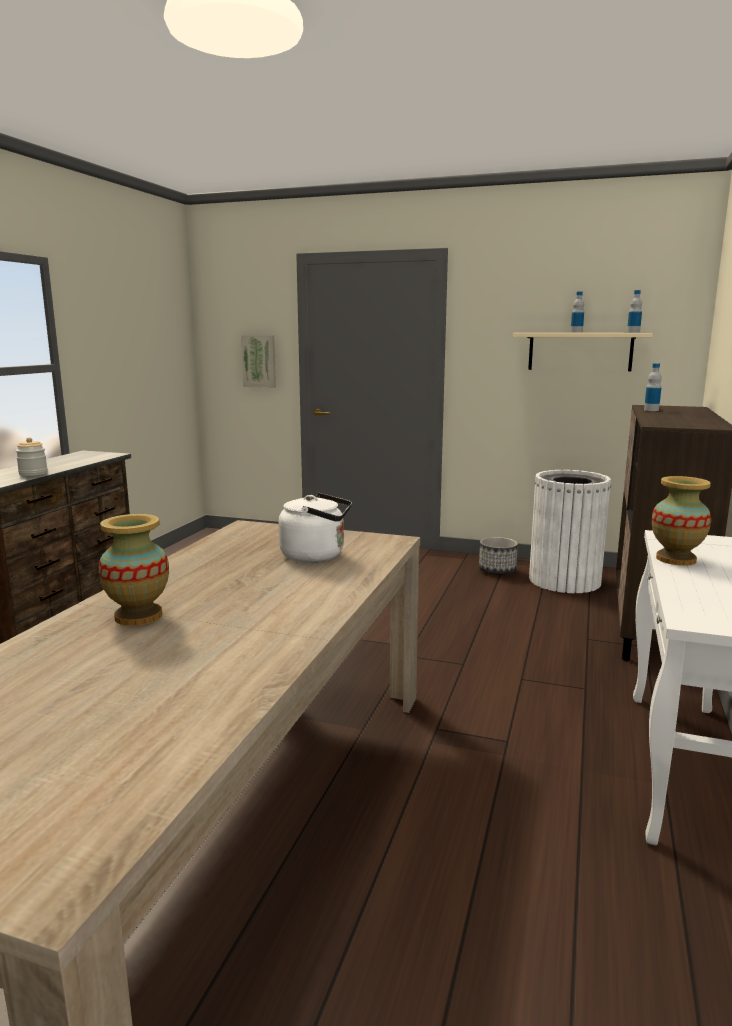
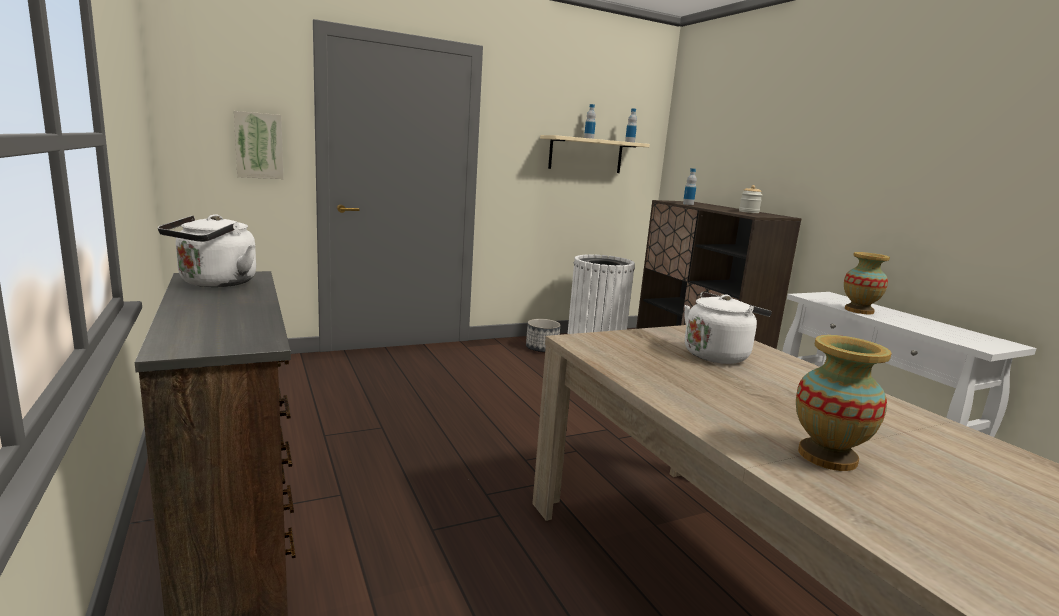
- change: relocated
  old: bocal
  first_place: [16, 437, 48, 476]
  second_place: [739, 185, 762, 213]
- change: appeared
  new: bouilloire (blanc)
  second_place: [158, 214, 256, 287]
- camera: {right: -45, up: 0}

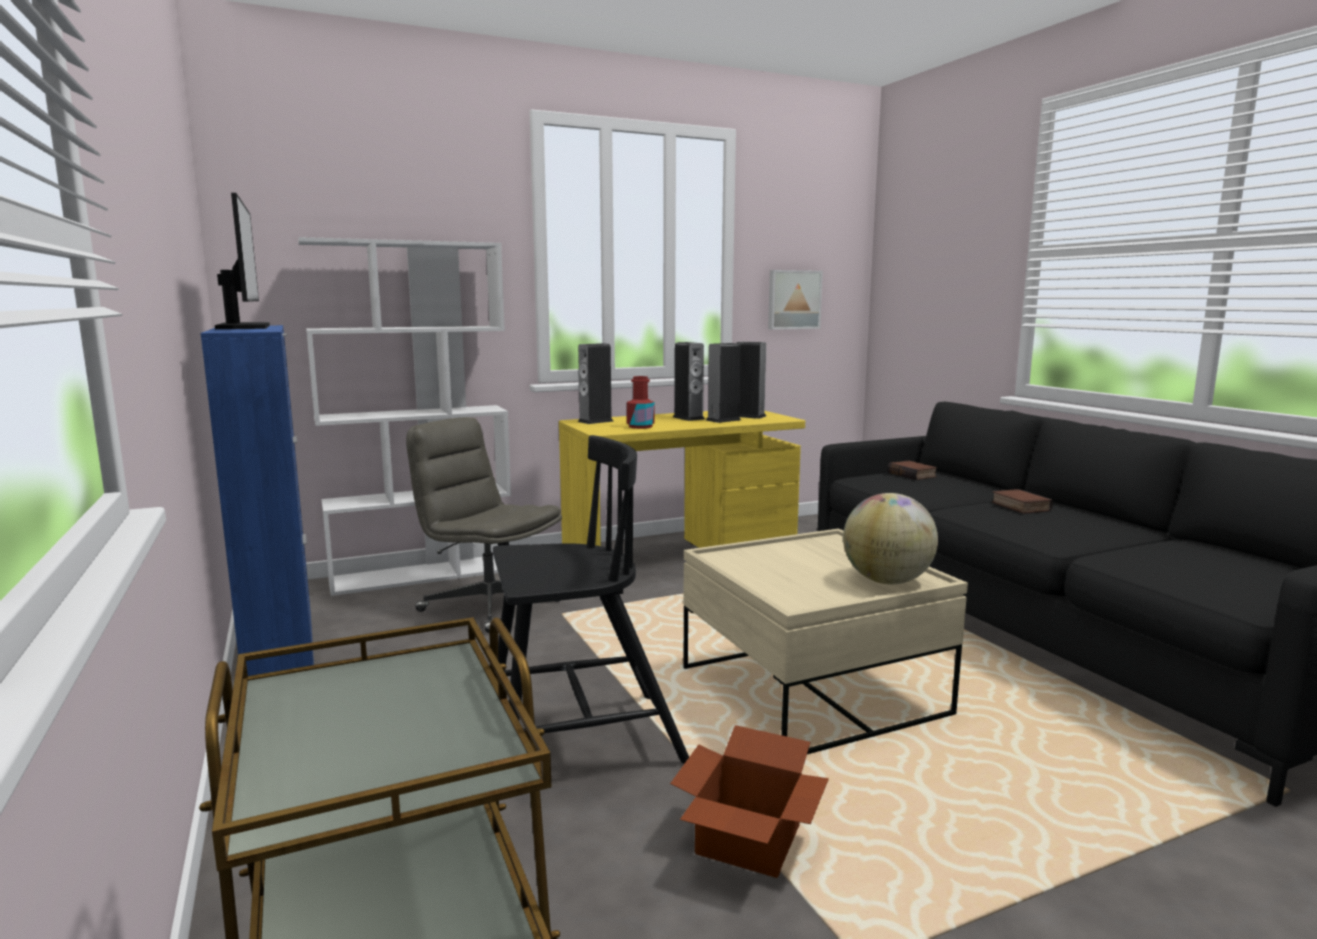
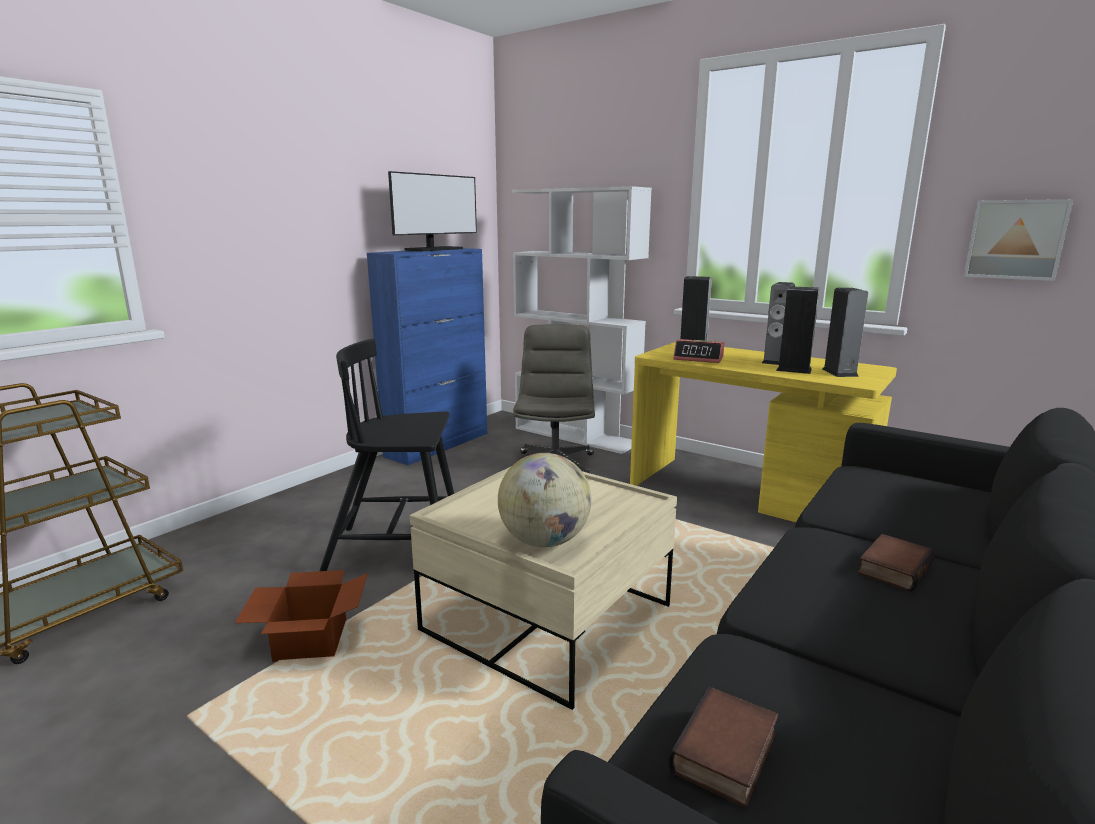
- change: spun
  old: chaise (noir)
  first_place: [493, 435, 689, 764]
  second_place: [319, 339, 454, 571]
  degrees: 135
- change: exchanged
  old: bouteille (rouge)
  new: réveil
  first_place: [627, 376, 655, 429]
  second_place: [673, 339, 724, 363]
- change: relocated
  old: livre
  first_place: [887, 461, 937, 480]
  second_place: [668, 687, 778, 808]
- camera: {right: 60, up: 5}

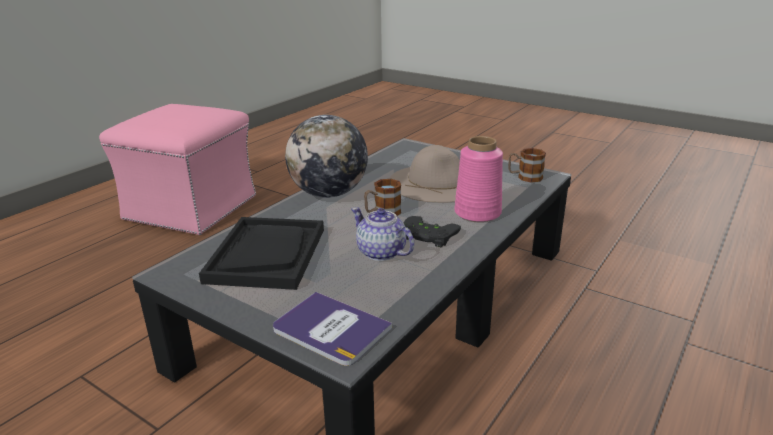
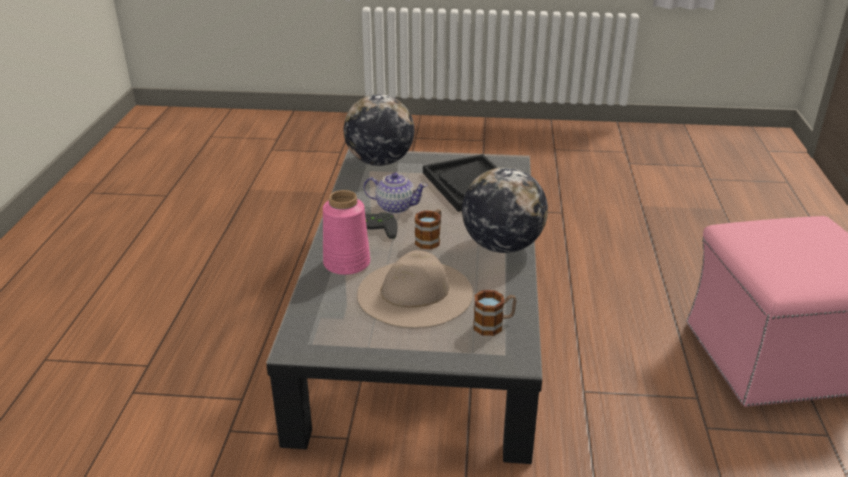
- change: exchanged
  old: livre
  new: globe
  first_place: [273, 292, 392, 366]
  second_place: [344, 94, 414, 166]
- change: relocated
  old: mug
  first_place: [509, 148, 546, 183]
  second_place: [473, 290, 516, 336]
- camera: {right: 150, up: 5}

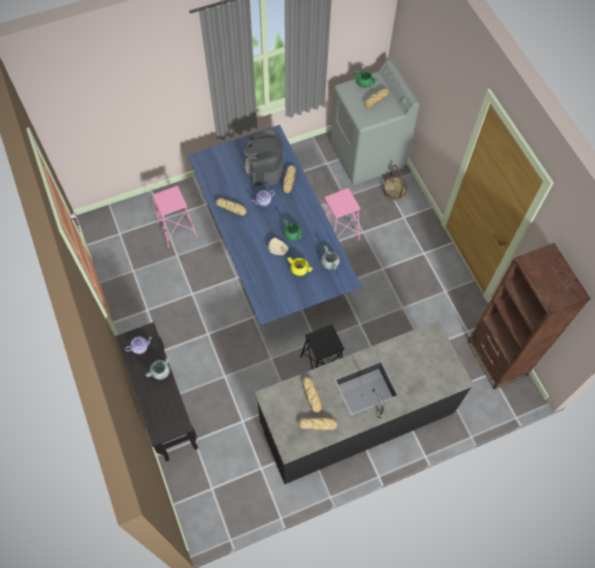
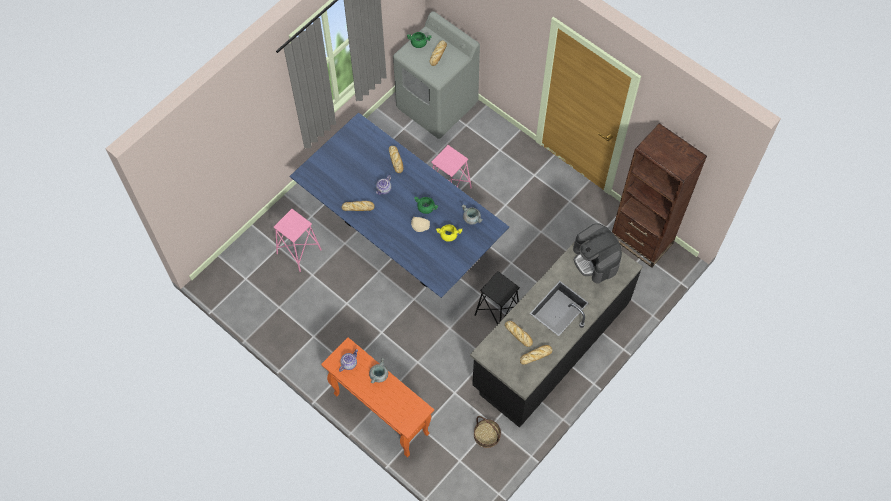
- change: colour
  old: table console (noir)
  new: table console (orange)
  first_place: [115, 322, 198, 461]
  second_place: [321, 337, 434, 458]
- change: relocated
  old: machine à café
  first_place: [244, 129, 283, 185]
  second_place: [573, 223, 622, 284]
- change: relocated
  old: panier
  first_place: [383, 165, 407, 201]
  second_place: [474, 416, 501, 448]
- camera: {right: -25, up: 0}

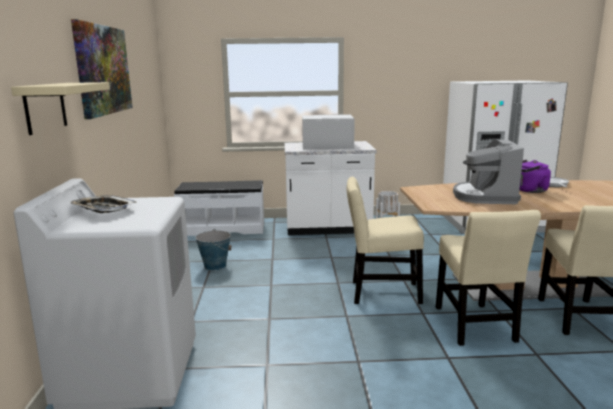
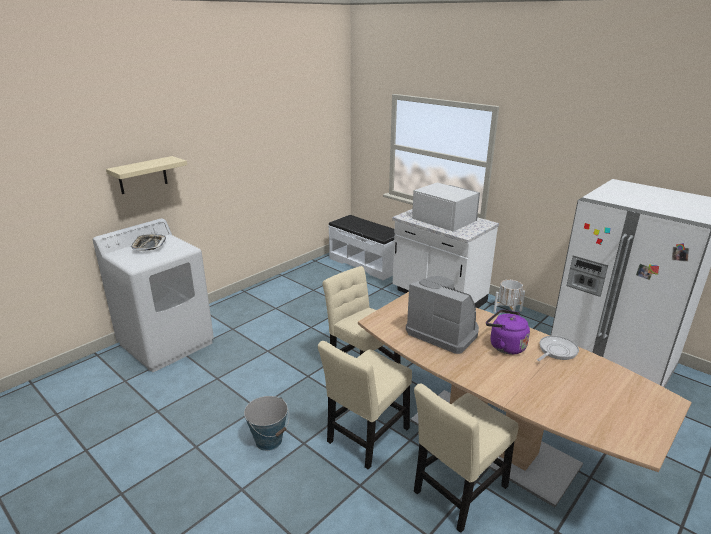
- change: missing
  old: tableau
  first_place: [71, 19, 133, 119]
- change: relocated
  old: seau
  first_place: [195, 229, 232, 271]
  second_place: [244, 396, 289, 451]
- change: spun
  old: machine à café
  first_place: [453, 139, 524, 204]
  second_place: [406, 276, 479, 354]
  degrees: 75
- camera: {right: 45, up: 10}

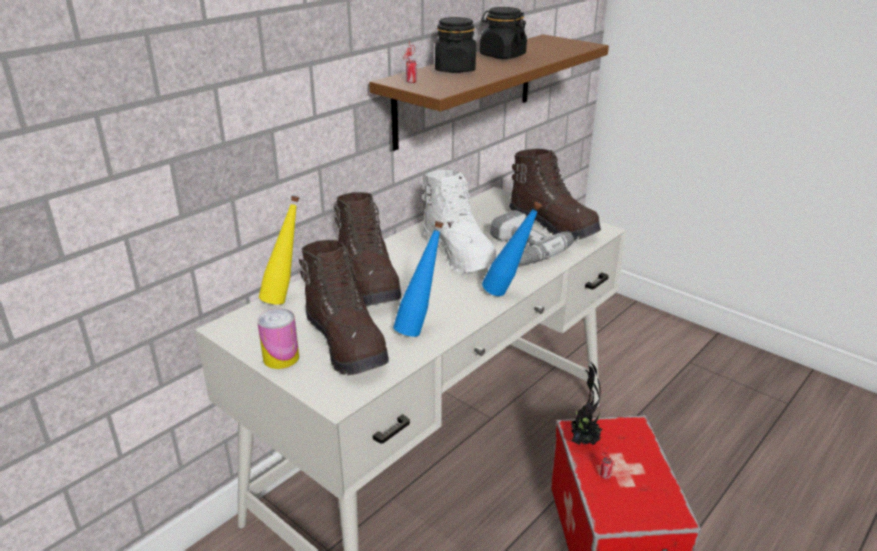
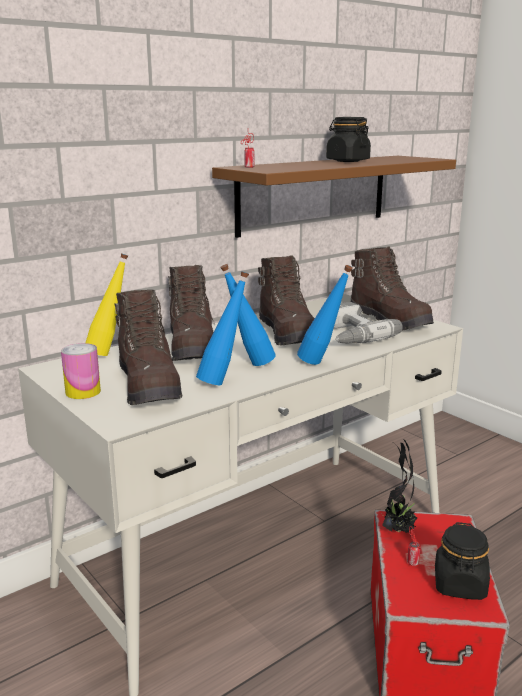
- change: colour
  old: botte (blanc)
  new: botte (marron)
  first_place: [422, 170, 496, 273]
  second_place: [258, 255, 315, 346]
- change: relocated
  old: bocal (noir)
  first_place: [435, 17, 476, 73]
  second_place: [435, 522, 490, 600]
- change: appeared
  new: bouteille (bleu)
  second_place: [220, 264, 276, 366]
- camera: {right: 10, up: -10}

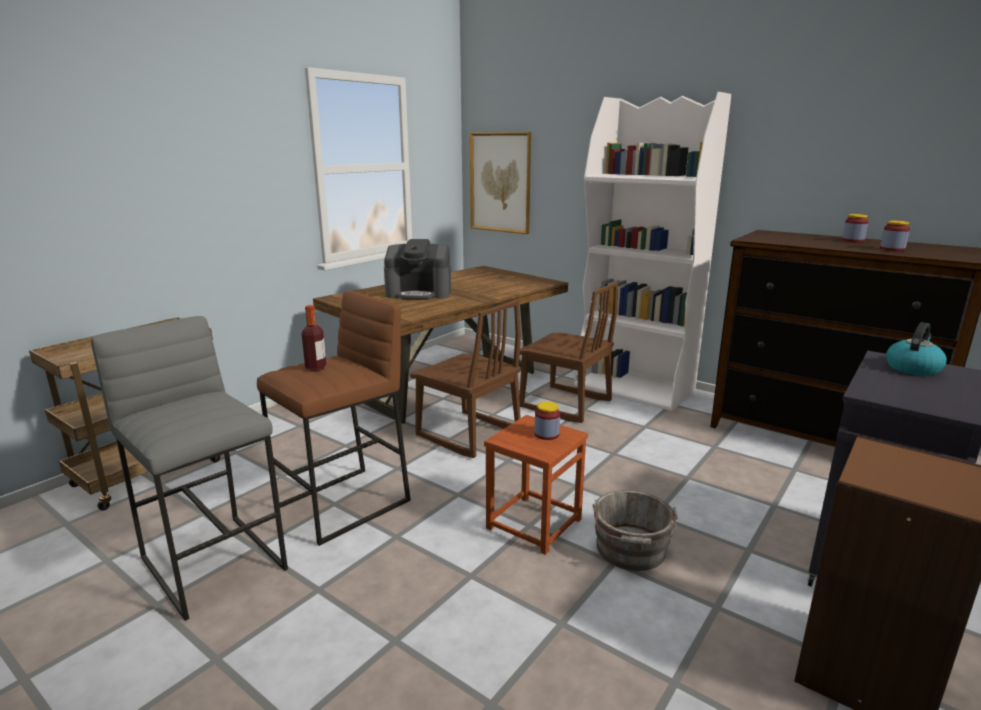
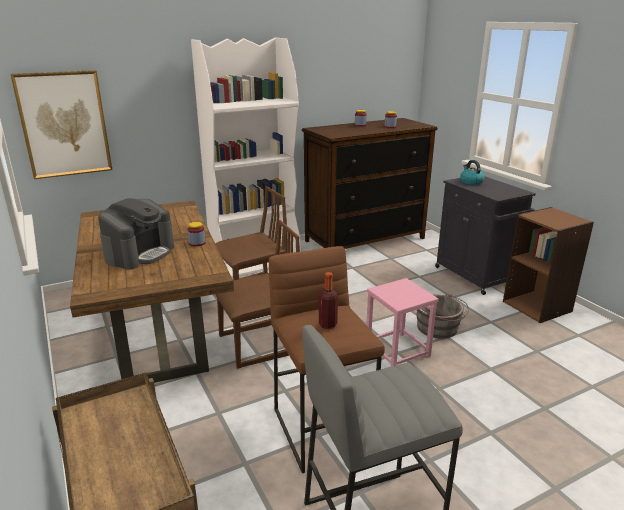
- change: colour
  old: tabouret (marron)
  new: tabouret (rose)
  first_place: [484, 415, 588, 555]
  second_place: [366, 278, 439, 367]
- change: relocated
  old: bocal
  first_place: [534, 402, 560, 440]
  second_place: [187, 222, 206, 247]
- camera: {right: -65, up: 5}

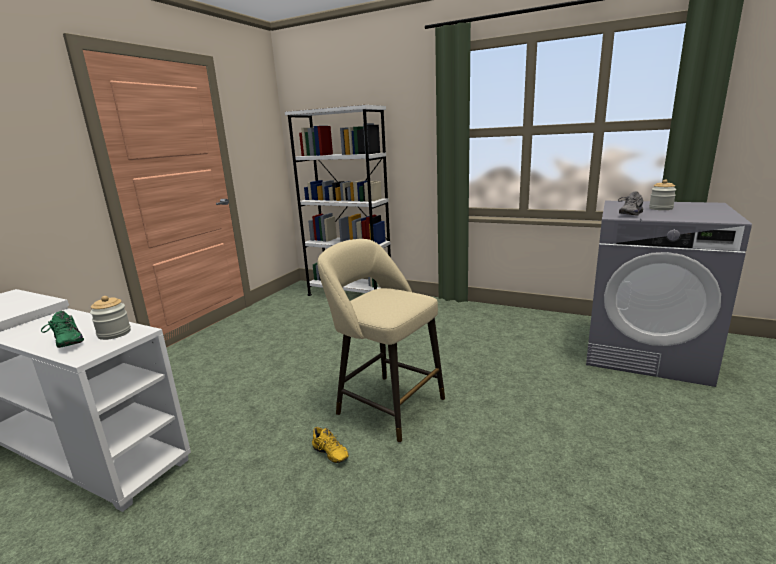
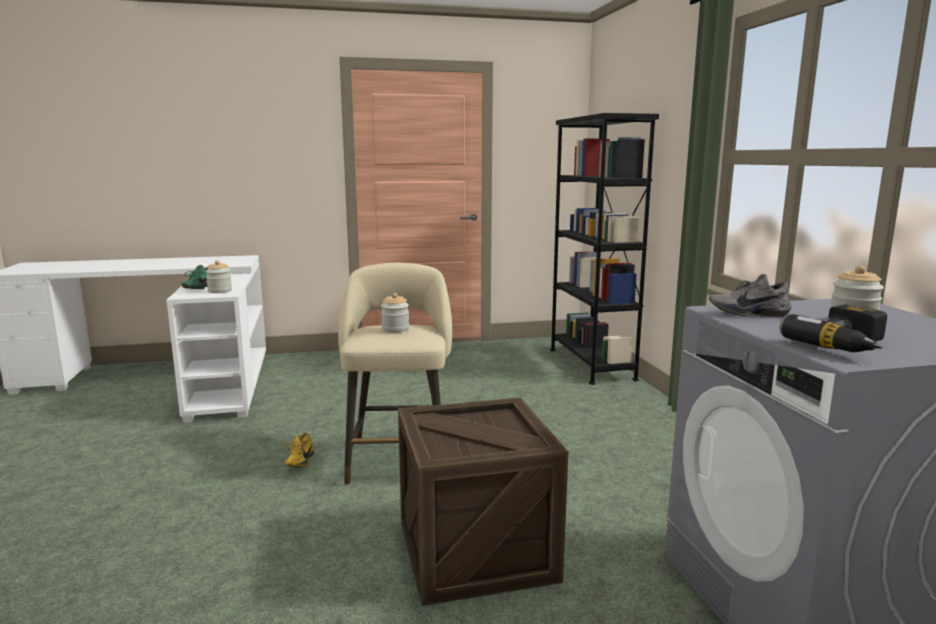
- change: colour
  old: bibliothèque (blanc)
  new: bibliothèque (noir)
  first_place: [285, 105, 391, 296]
  second_place: [550, 113, 659, 385]
- change: appeared
  new: bocal
  second_place: [381, 293, 409, 333]
- change: appeared
  new: caisse
  second_place: [398, 397, 568, 606]
- change: appeared
  new: perceuse
  second_place: [779, 304, 887, 352]
- camera: {right: 50, up: -5}

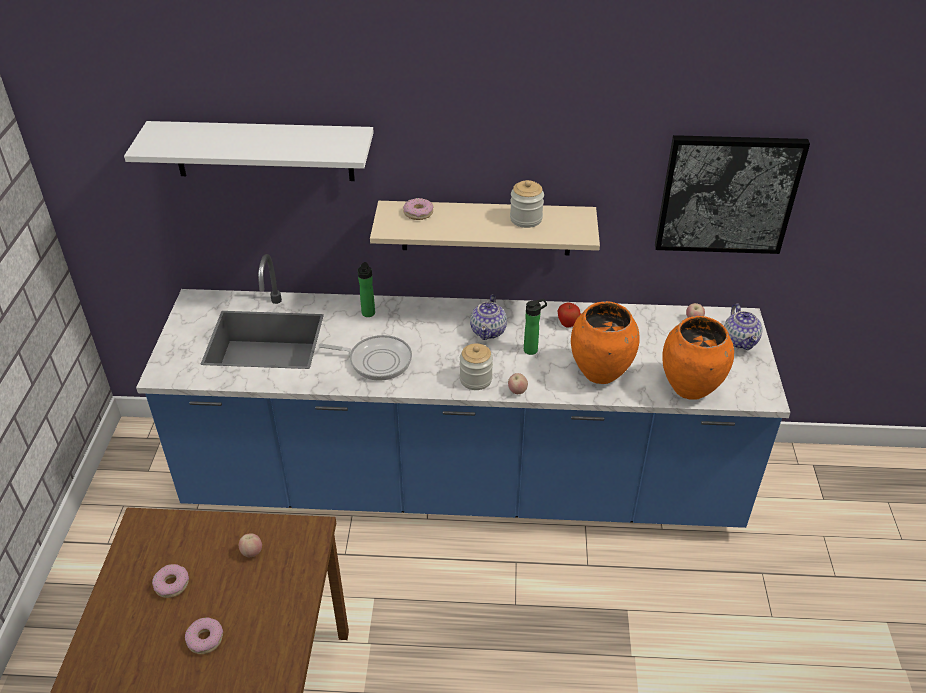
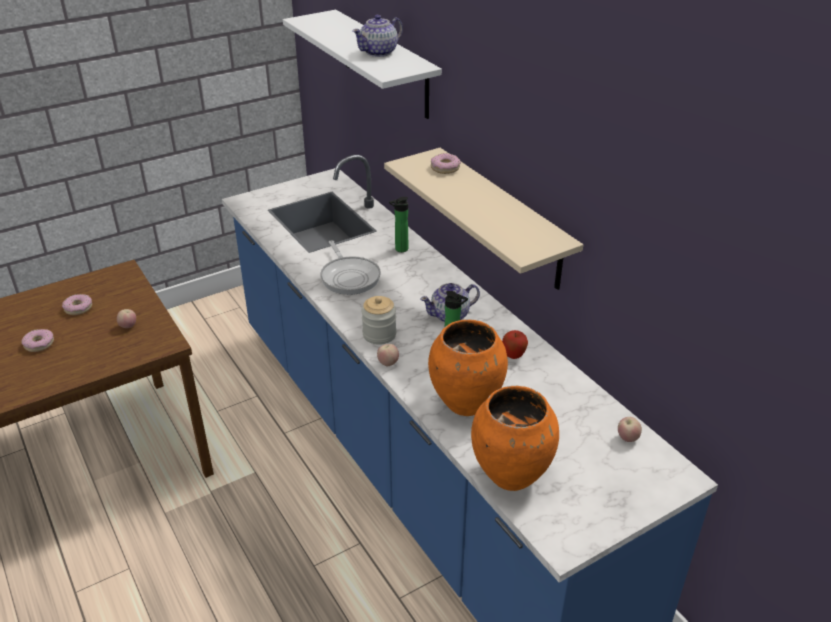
- change: missing
  old: bocal
  first_place: [510, 180, 544, 228]
- change: missing
  old: tableau
  first_place: [655, 135, 810, 254]
- change: relocated
  old: théière
  first_place: [724, 303, 763, 350]
  second_place: [352, 15, 403, 57]
- camera: {right: 55, up: -5}

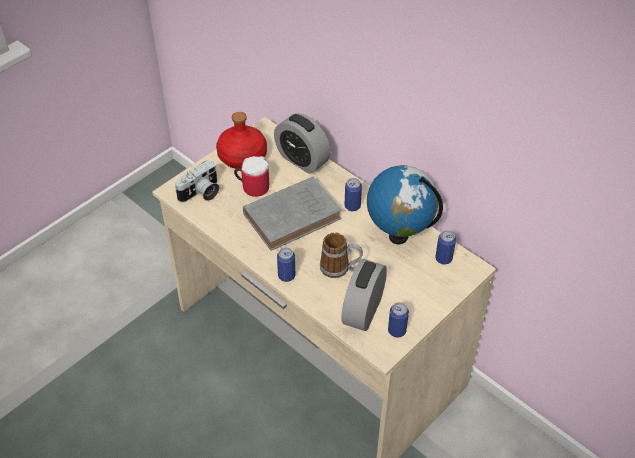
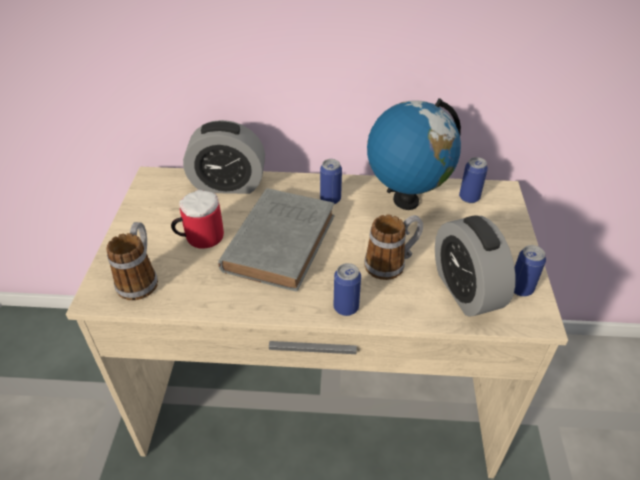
- change: exchanged
  old: appareil photo
  new: mug
  first_place: [175, 160, 219, 203]
  second_place: [106, 222, 158, 300]
- change: missing
  old: bouteille (rouge)
  first_place: [216, 112, 267, 169]
- camera: {right: -40, up: -5}

